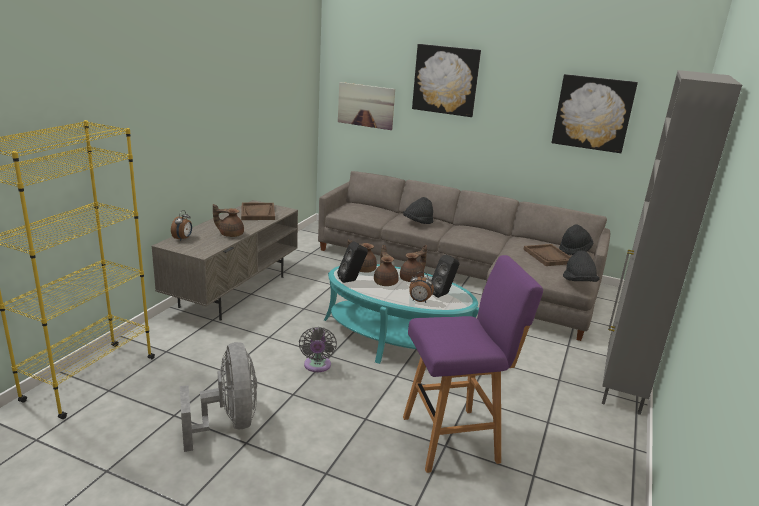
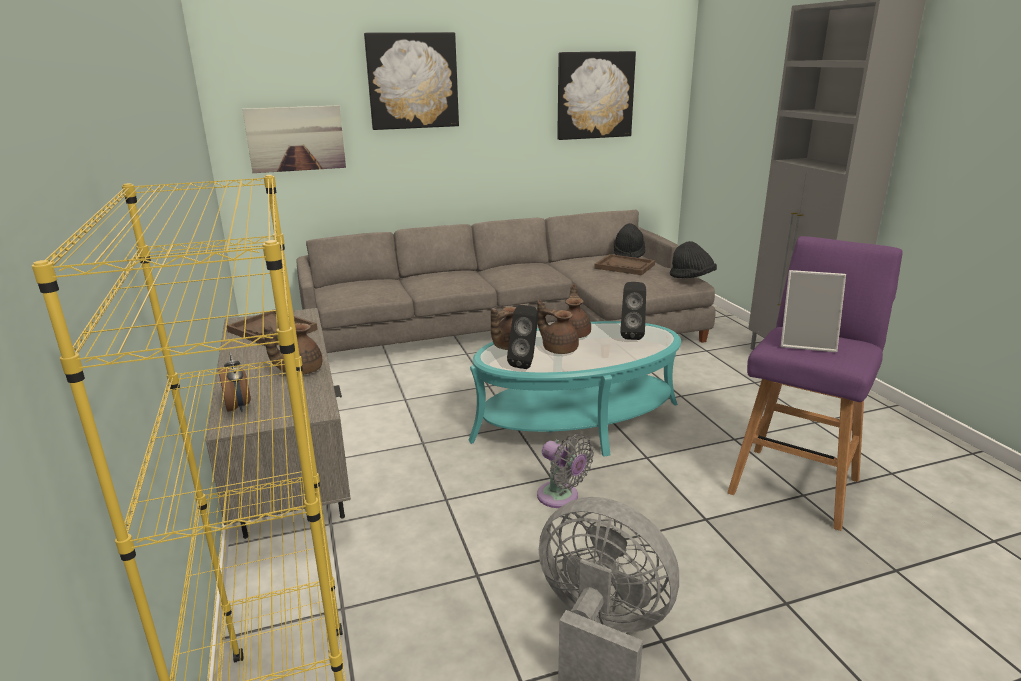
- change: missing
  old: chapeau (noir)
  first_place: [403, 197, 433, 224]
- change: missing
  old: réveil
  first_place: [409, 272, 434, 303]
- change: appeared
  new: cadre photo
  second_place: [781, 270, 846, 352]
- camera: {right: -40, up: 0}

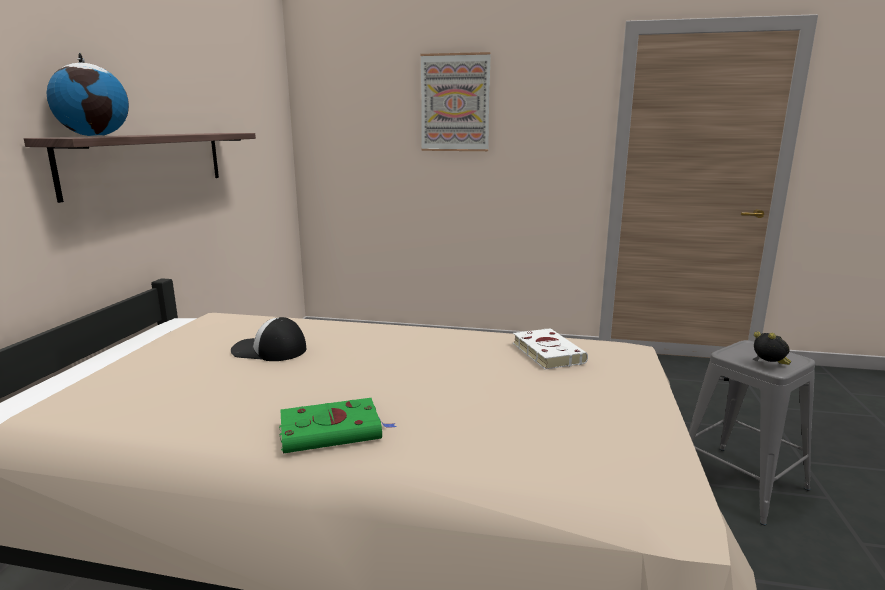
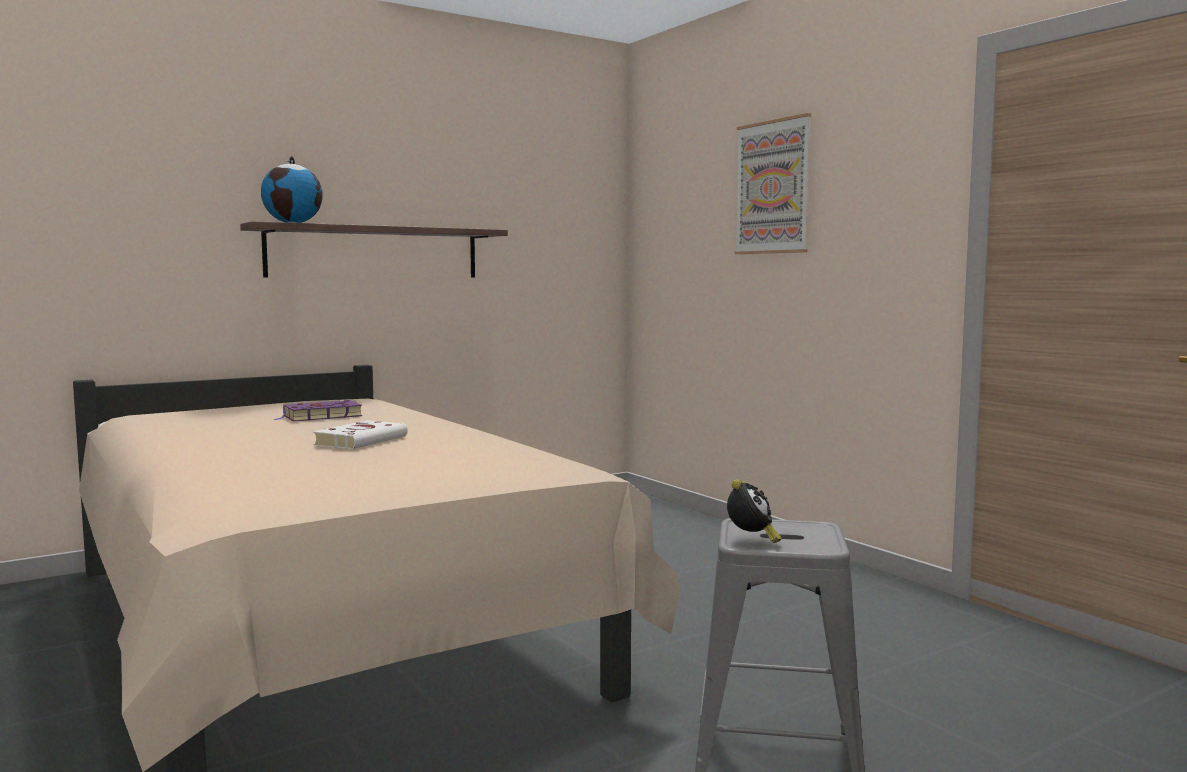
- change: exchanged
  old: casquette
  new: livre (violet)
  first_place: [231, 317, 306, 361]
  second_place: [274, 400, 362, 421]
- change: missing
  old: livre (vert)
  first_place: [279, 398, 397, 454]
- change: relocated
  old: livre (blanc)
  first_place: [513, 328, 588, 370]
  second_place: [313, 420, 408, 449]
- camera: {right: 45, up: -10}

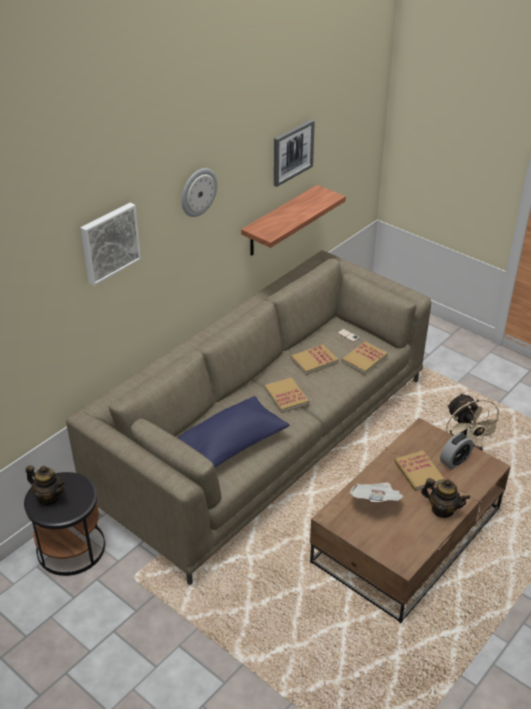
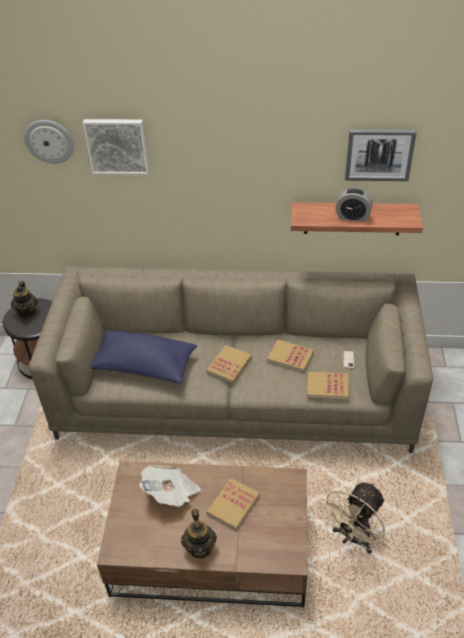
- change: relocated
  old: horloge murale
  first_place: [182, 168, 218, 217]
  second_place: [24, 120, 74, 164]
- change: relocated
  old: réveil
  first_place: [440, 433, 473, 470]
  second_place: [336, 188, 372, 222]
- camera: {right: 55, up: 5}

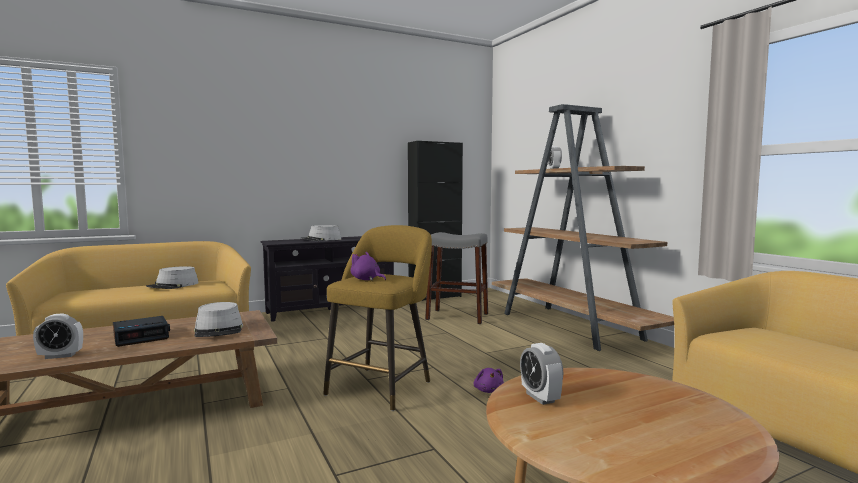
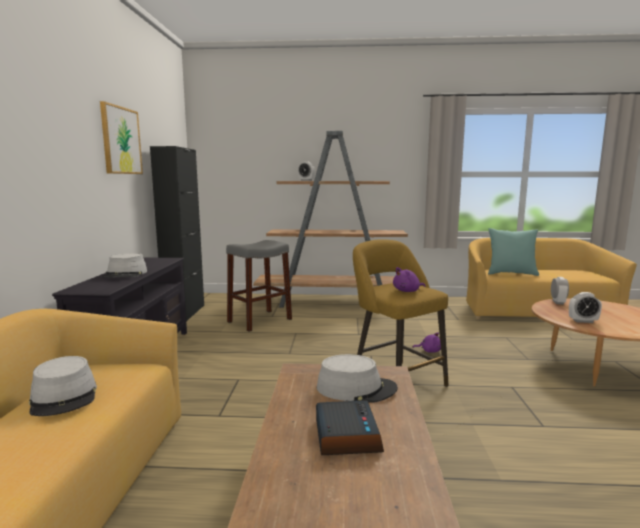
- change: relocated
  old: réveil
  first_place: [33, 314, 83, 359]
  second_place: [551, 277, 569, 305]
- change: appeared
  new: tableau
  second_place: [100, 101, 143, 174]
- change: appeared
  new: coussin (turquoise)
  second_place: [488, 228, 539, 276]
- camera: {right: -60, up: 5}

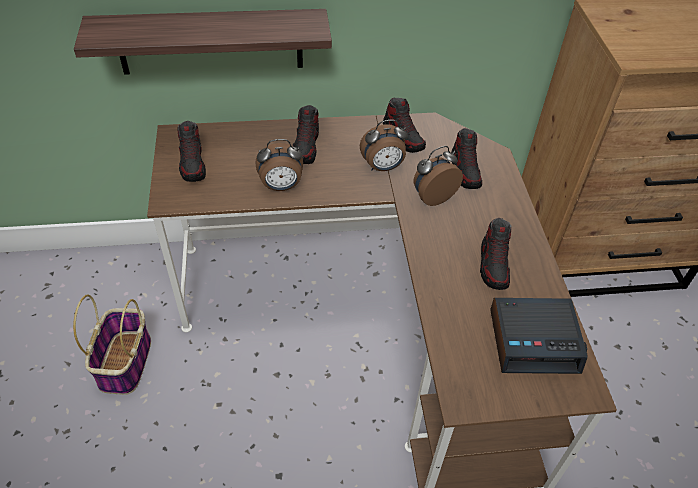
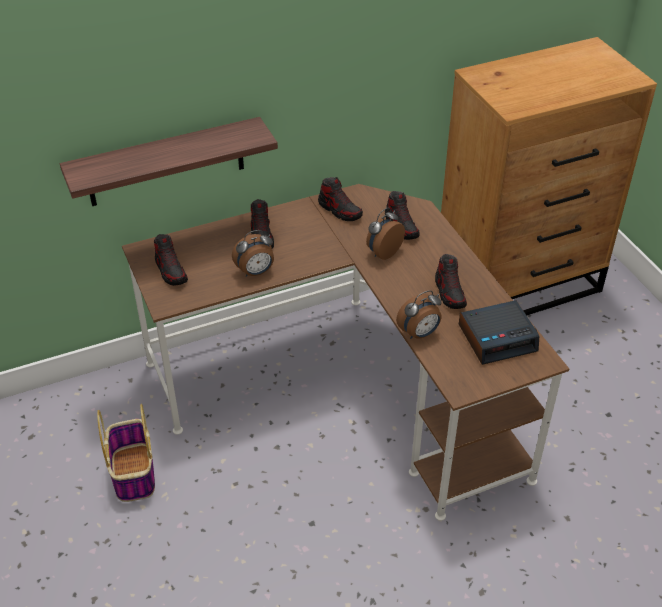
- change: relocated
  old: réveil
  first_place: [360, 120, 408, 171]
  second_place: [396, 290, 442, 339]
- camera: {right: -15, up: -5}

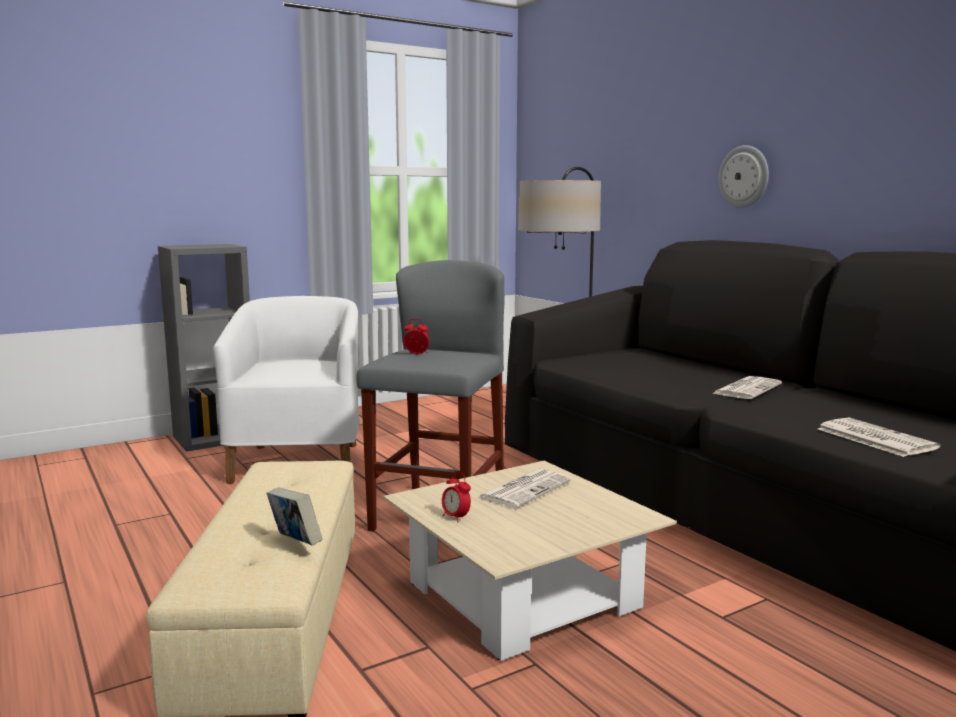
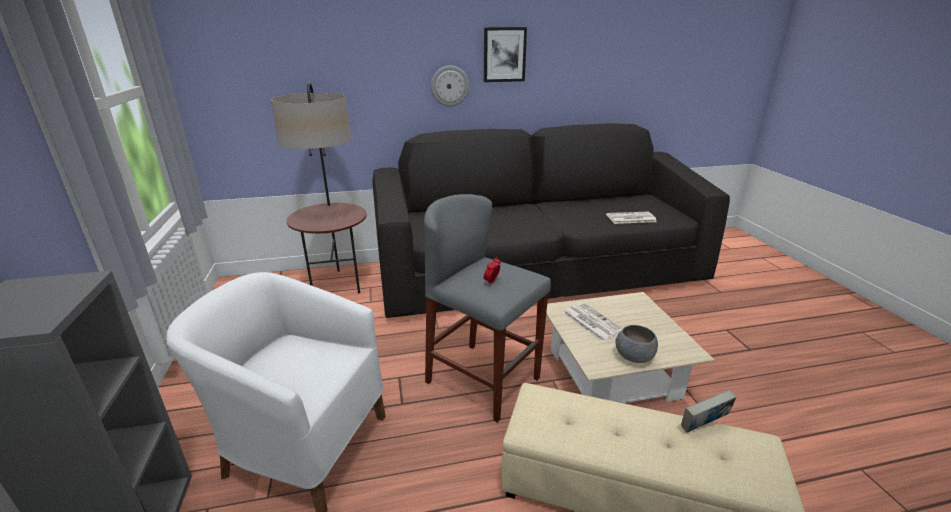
- change: exchanged
  old: réveil
  new: bol (gris)
  first_place: [442, 472, 471, 523]
  second_place: [615, 325, 658, 363]
- change: missing
  old: journal
  first_place: [712, 376, 782, 399]
- change: appeared
  new: tableau
  second_place: [484, 27, 527, 82]
- camera: {right: -70, up: 15}

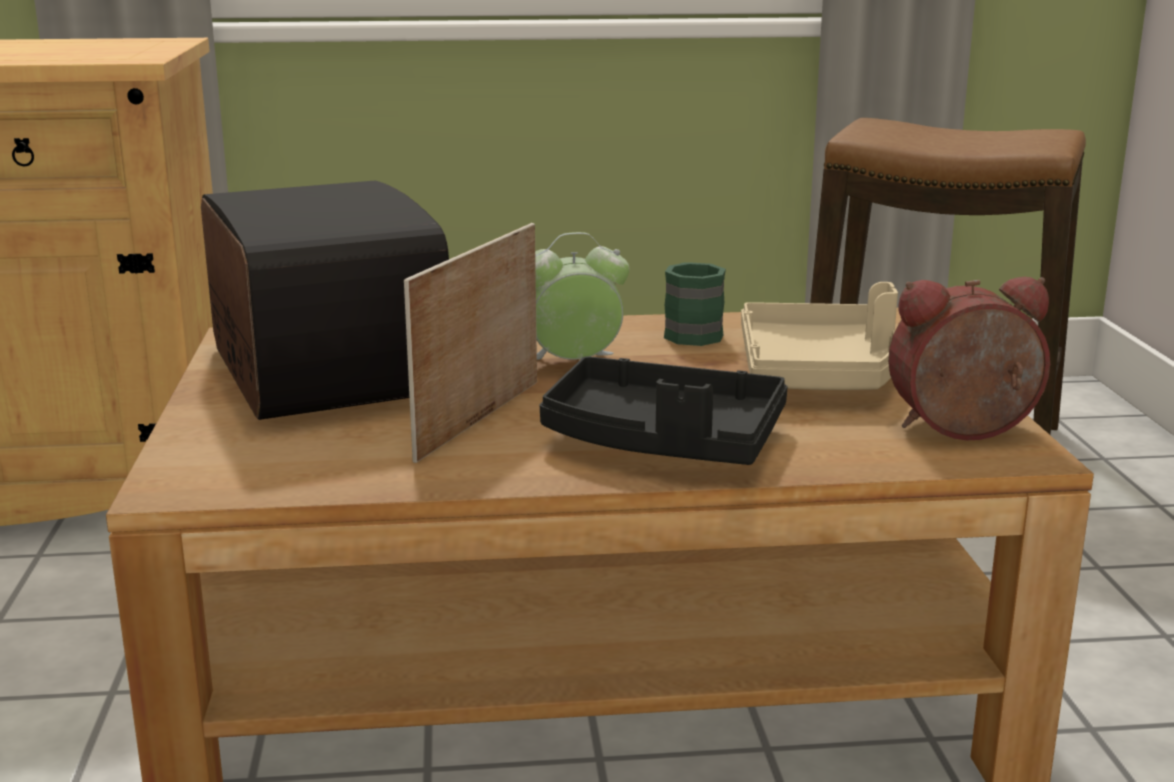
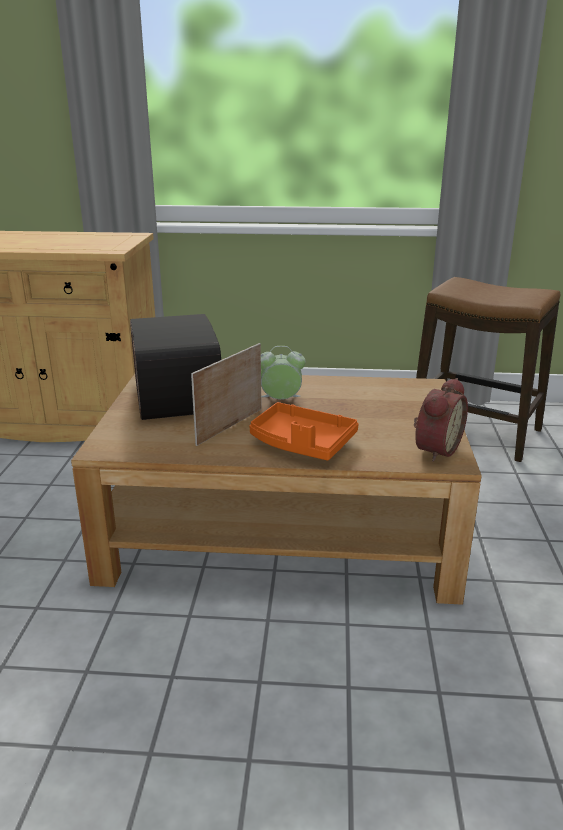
- change: colour
  old: plateau (noir)
  new: plateau (orange)
  first_place: [540, 356, 788, 465]
  second_place: [249, 402, 359, 461]
- change: missing
  old: mug (vert)
  first_place: [664, 262, 726, 346]
- change: missing
  old: plateau (beige)
  first_place: [741, 282, 898, 390]
- change: spun
  old: réveil
  first_place: [888, 277, 1050, 440]
  second_place: [414, 378, 468, 462]
  degrees: 120
- camera: {right: 10, up: 5}

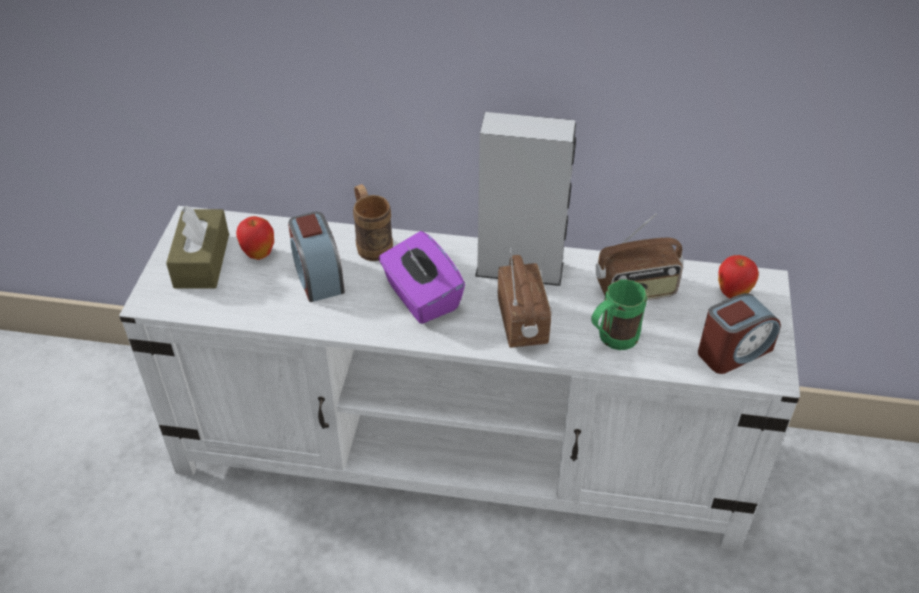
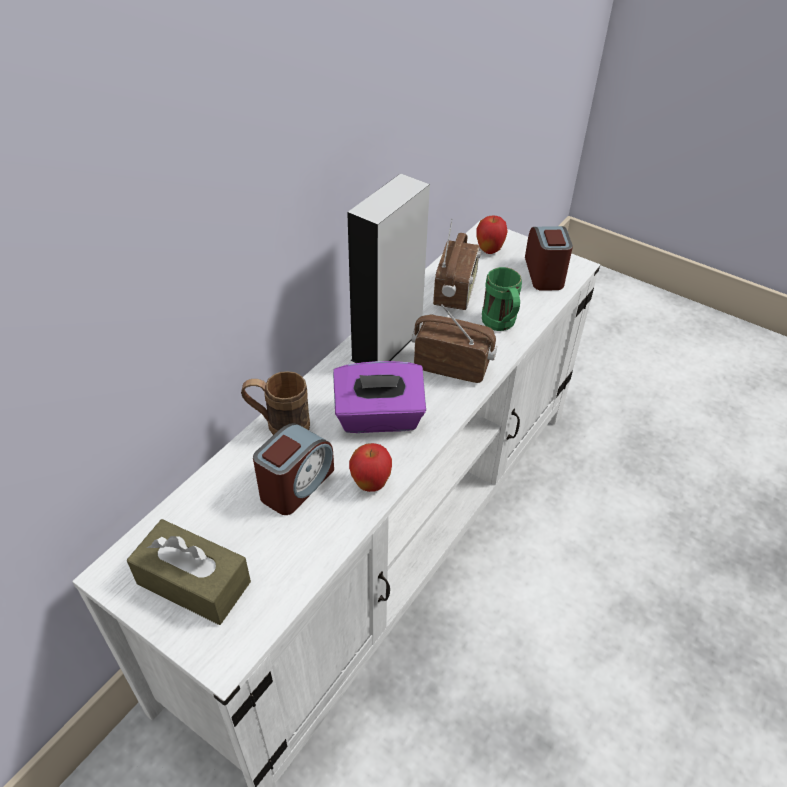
- change: relocated
  old: pomme
  first_place: [236, 216, 274, 260]
  second_place: [349, 443, 392, 492]
- change: spun
  old: réveil
  first_place: [288, 212, 345, 302]
  second_place: [253, 423, 334, 515]
  degrees: -60
- camera: {right: -65, up: 0}

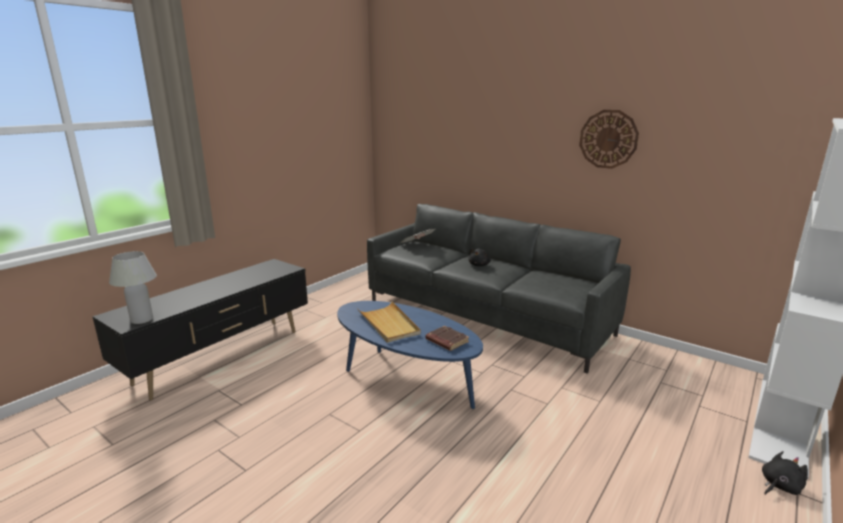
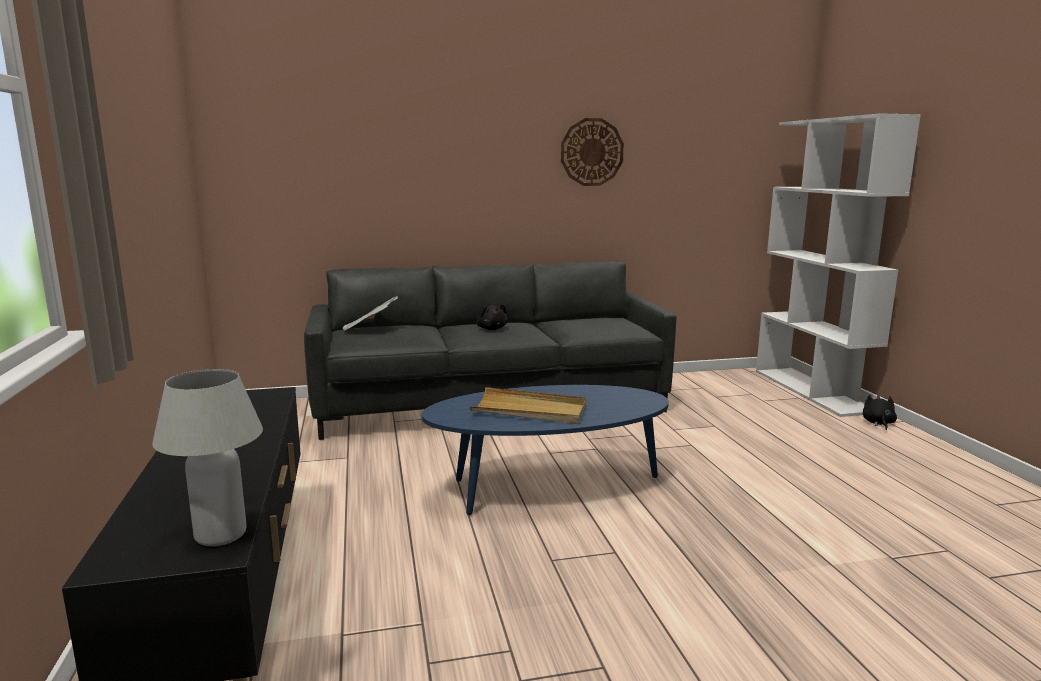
- change: missing
  old: livre (marron)
  first_place: [426, 326, 469, 351]
- camera: {right: -50, up: -5}

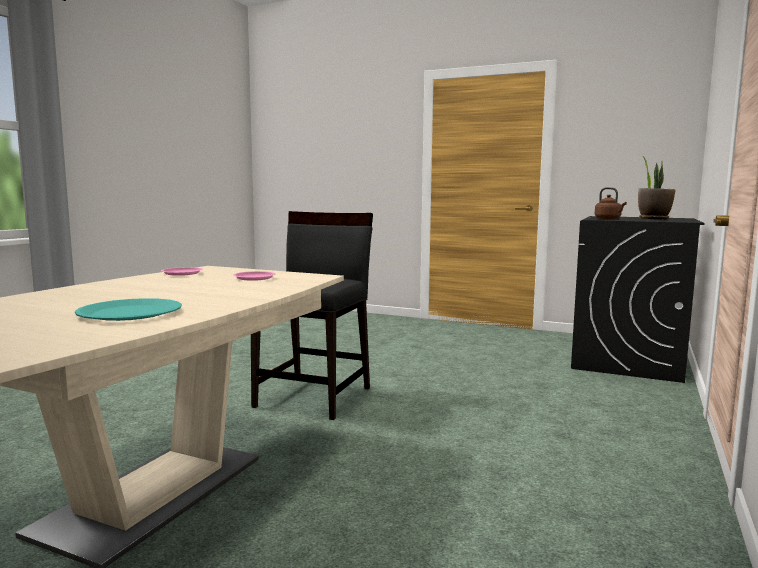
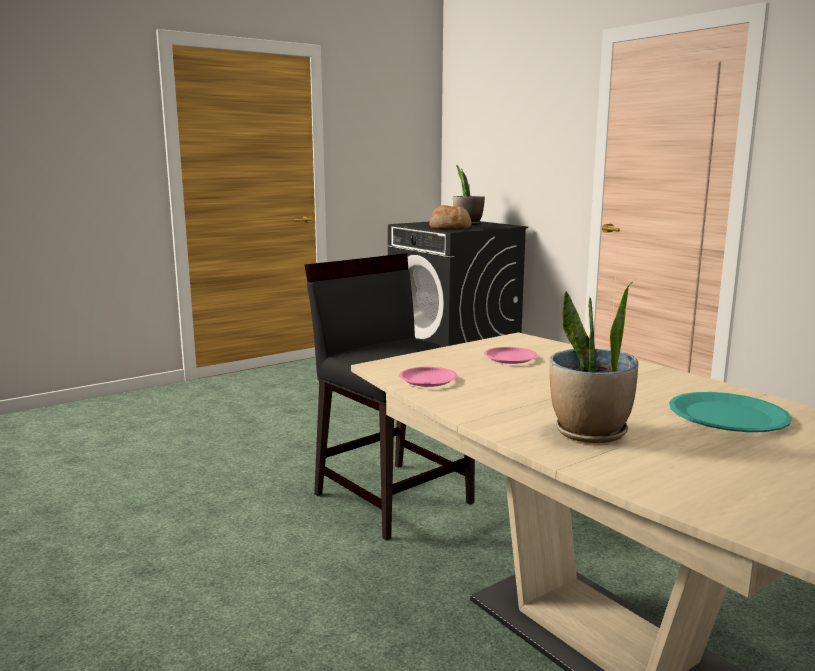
- change: exchanged
  old: bouilloire (marron)
  new: pain
  first_place: [595, 187, 627, 219]
  second_place: [429, 205, 471, 229]
- change: appeared
  new: plante en pot
  second_place: [550, 281, 638, 443]
- camera: {right: -60, up: 5}

